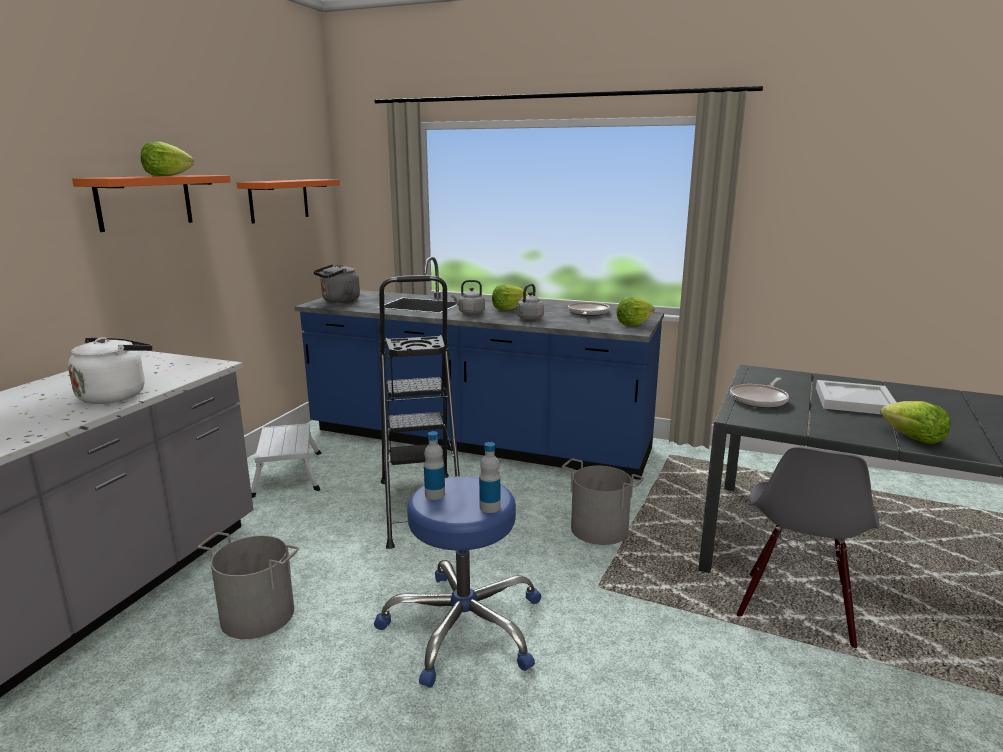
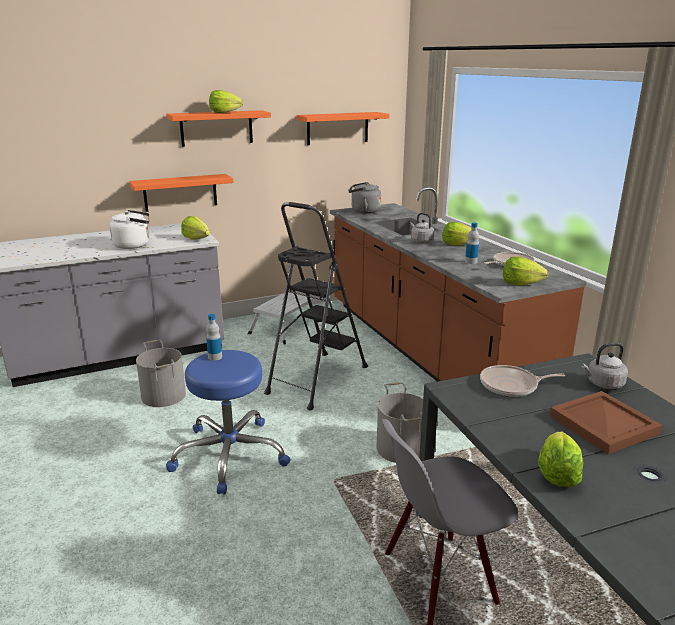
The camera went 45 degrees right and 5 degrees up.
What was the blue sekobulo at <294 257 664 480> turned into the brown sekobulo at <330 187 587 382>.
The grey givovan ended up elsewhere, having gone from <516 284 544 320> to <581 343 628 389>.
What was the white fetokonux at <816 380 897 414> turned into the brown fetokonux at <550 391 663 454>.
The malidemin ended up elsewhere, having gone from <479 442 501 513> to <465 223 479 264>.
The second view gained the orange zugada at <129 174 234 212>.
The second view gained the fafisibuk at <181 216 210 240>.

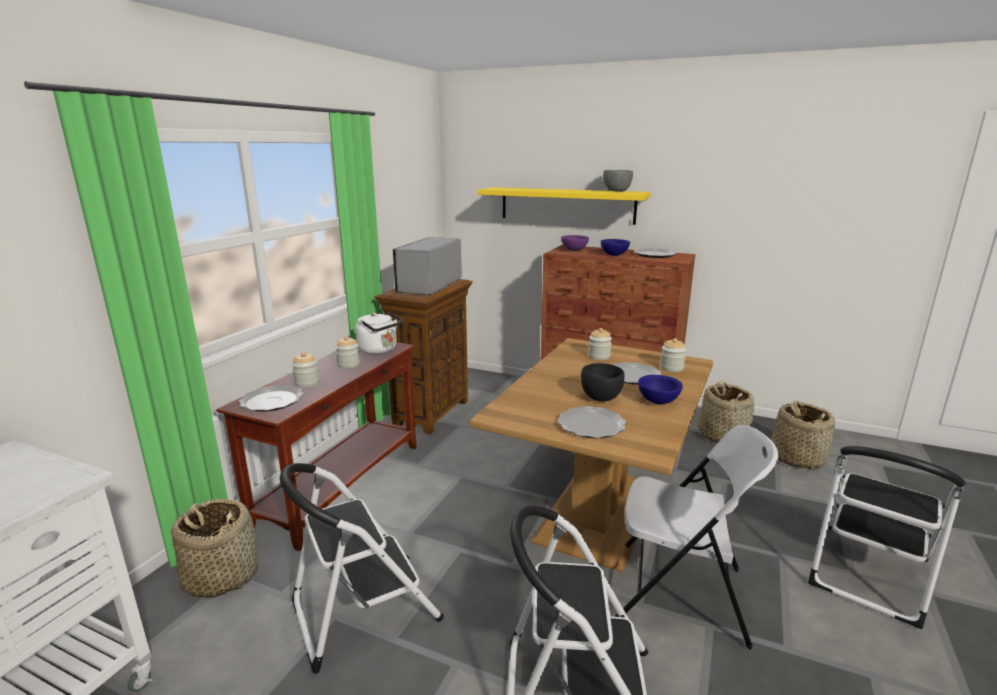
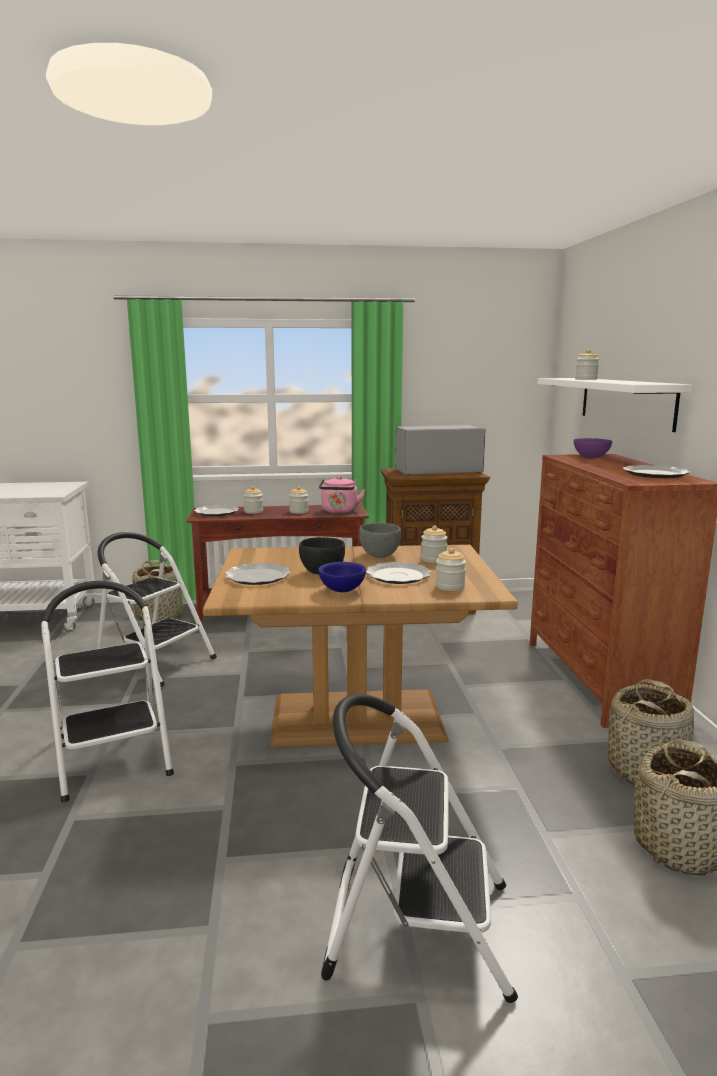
The camera went 60 degrees right and 5 degrees down.
The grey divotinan ended up elsewhere, having gone from <603 170 633 192> to <359 523 401 558>.
What was the yellow zugada at <477 187 651 225> turned into the white zugada at <538 378 692 432>.
The second view lost the blue divotinan at <601 239 630 256>.
What was the white givovan at <355 312 403 354> turned into the pink givovan at <319 476 365 513>.
The second view lost the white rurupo at <615 425 778 650>.
The second view gained the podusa at <575 349 599 380>.

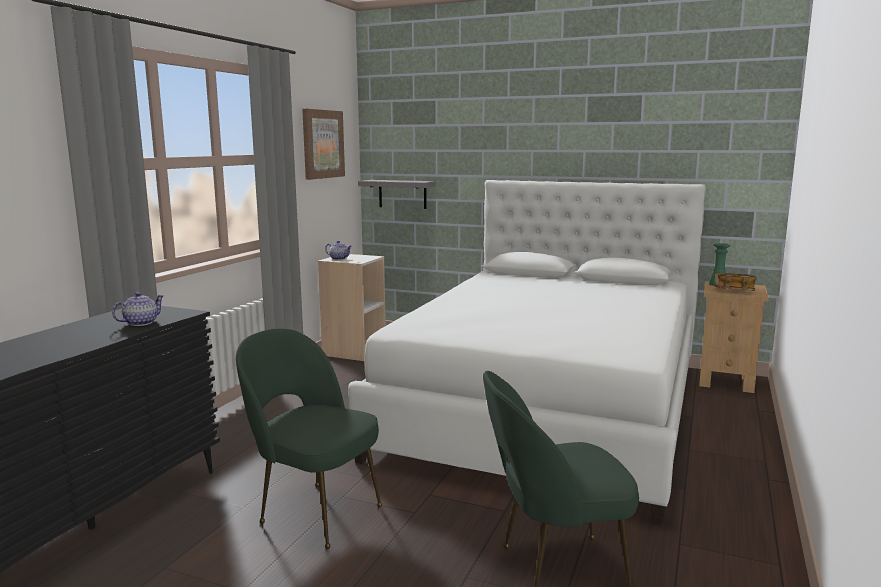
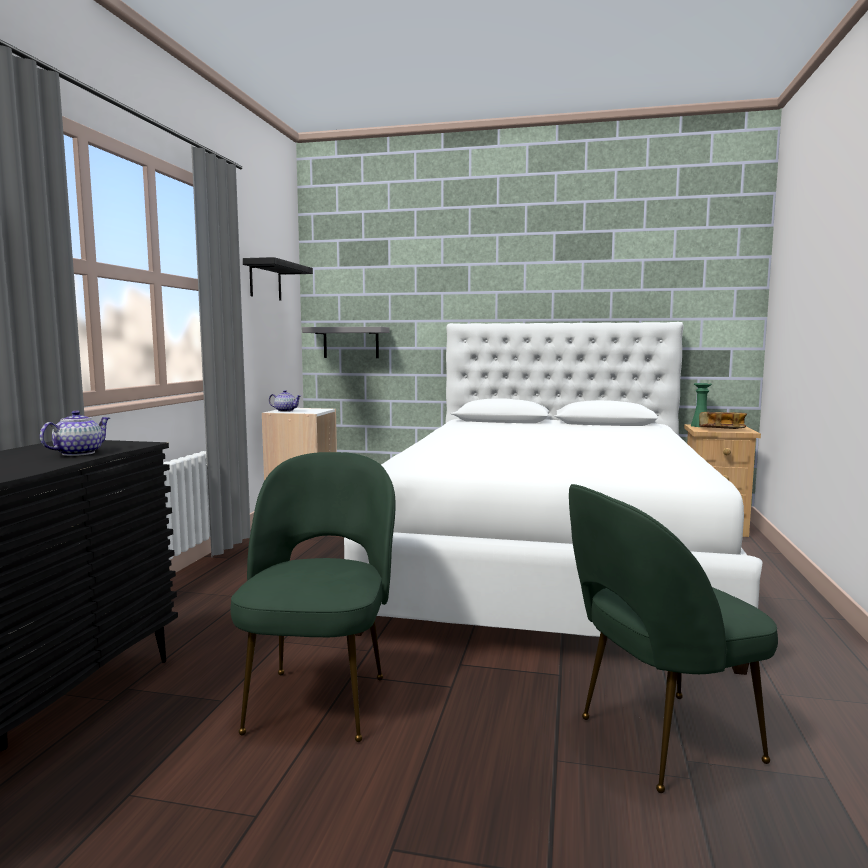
The camera went 10 degrees left and 5 degrees down.
Where the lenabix hung at <302 109 345 180>, the black zugada came to hang at <243 257 313 300>.
The green rurupo at <236 328 382 549> ended up facing another way, 75 degrees clockwise from before.

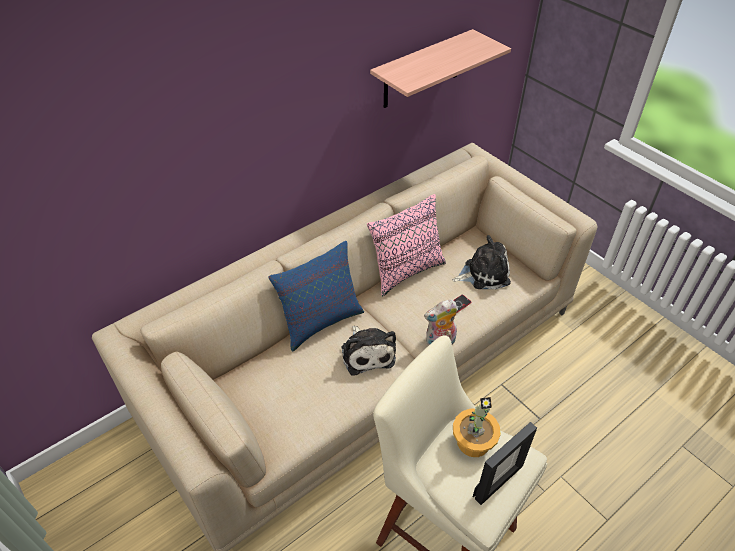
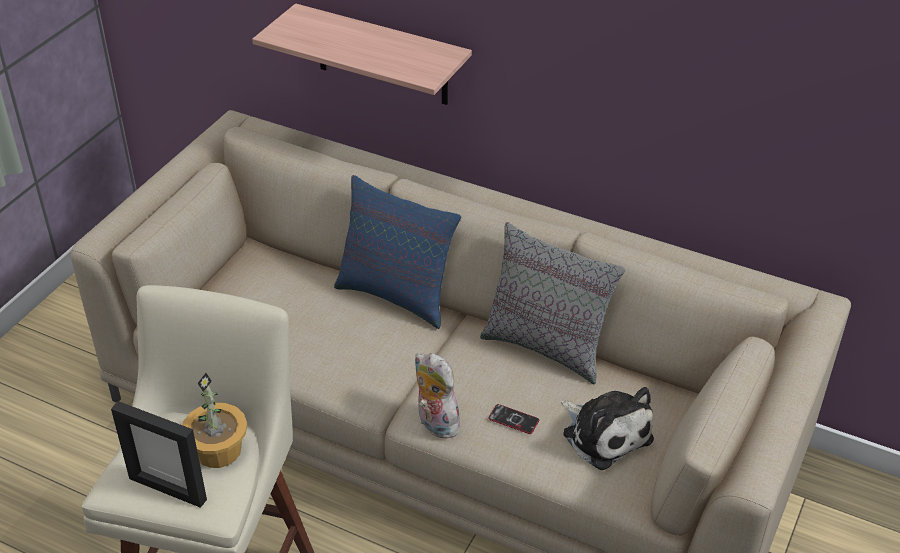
The camera went 65 degrees right and 5 degrees down.
The zugada ended up elsewhere, having gone from <370 29 511 108> to <252 3 472 105>.
What was the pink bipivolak at <367 194 446 296> turned into the grey bipivolak at <480 222 625 384>.
The second view lost the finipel at <342 326 396 376>.

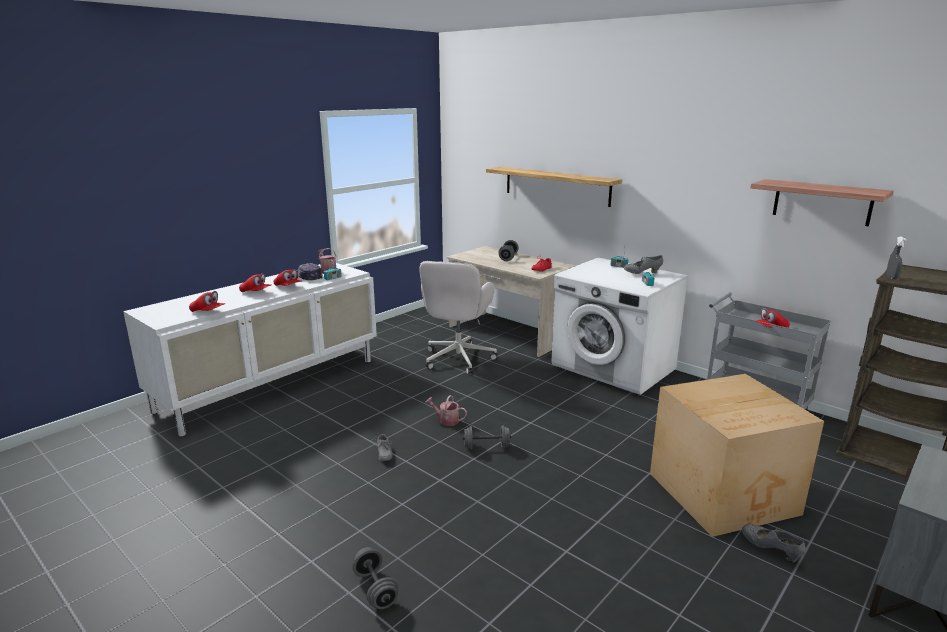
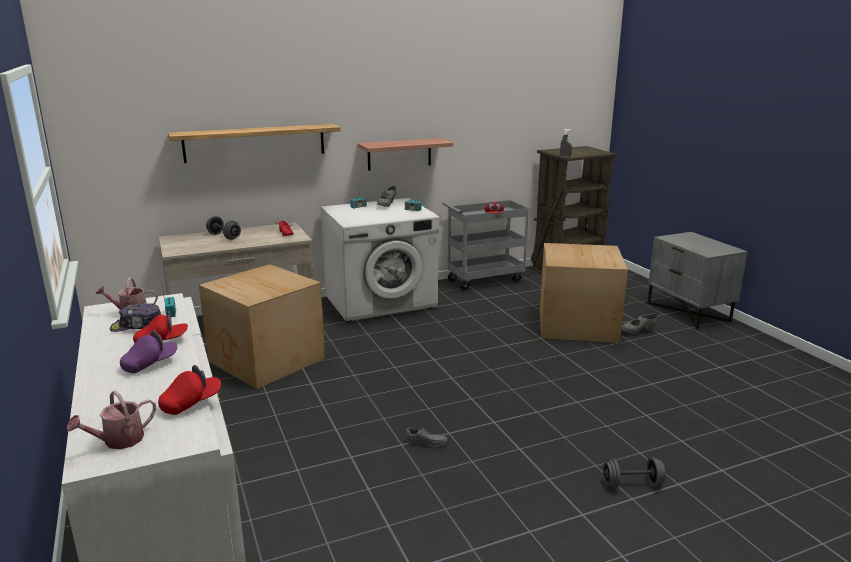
The camera went 65 degrees left and 0 degrees up.
The zugada ended up elsewhere, having gone from <750 179 893 226> to <357 138 453 170>.
Where the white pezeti stood at <419 261 497 374>, the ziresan came to stand at <199 264 325 389>.
What was the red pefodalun at <239 273 271 292> turned into the purple pefodalun at <120 330 177 373>.
The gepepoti ended up elsewhere, having gone from <425 395 467 426> to <67 390 156 449>.
The second view lost the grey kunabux at <462 425 511 449>.

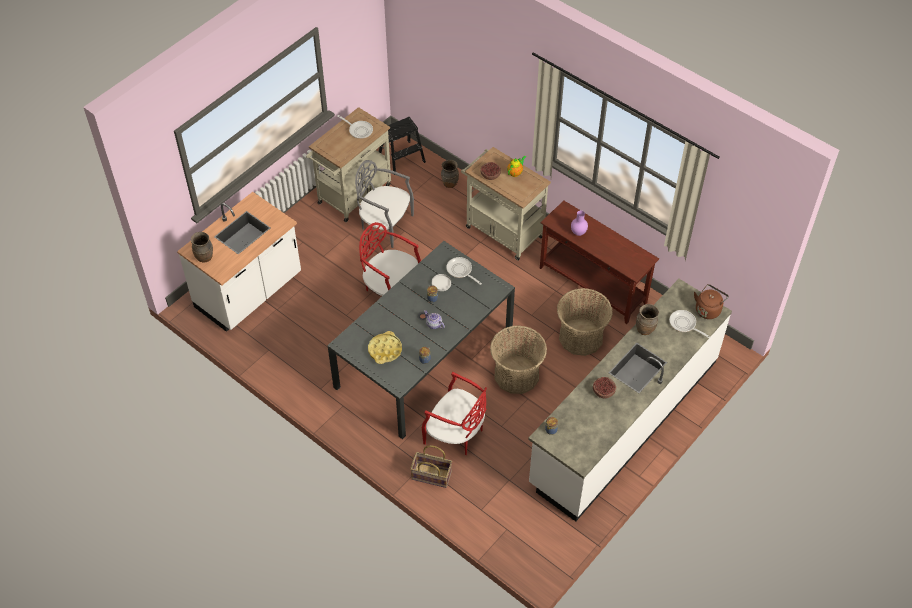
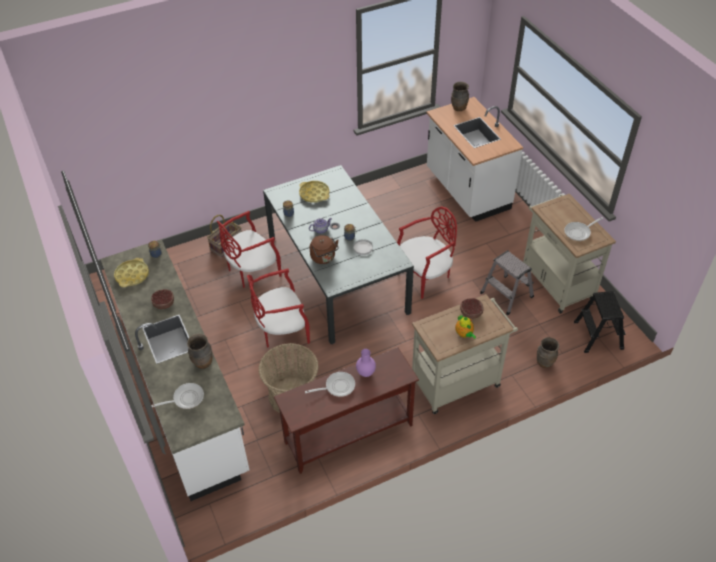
The camera went 115 degrees right and 5 degrees down.
Where the grey rurupo stood at <355 160 414 248>, the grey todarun came to stand at <480 250 534 315>.
The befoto ended up elsewhere, having gone from <446 257 482 285> to <305 372 355 397>.
The brown givovan ended up elsewhere, having gone from <694 284 729 319> to <310 235 339 264>.
Where the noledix stood at <490 325 547 394>, the red rurupo came to stand at <247 269 310 348>.
The second view gained the yellow fetokonux at <114 258 149 287>.

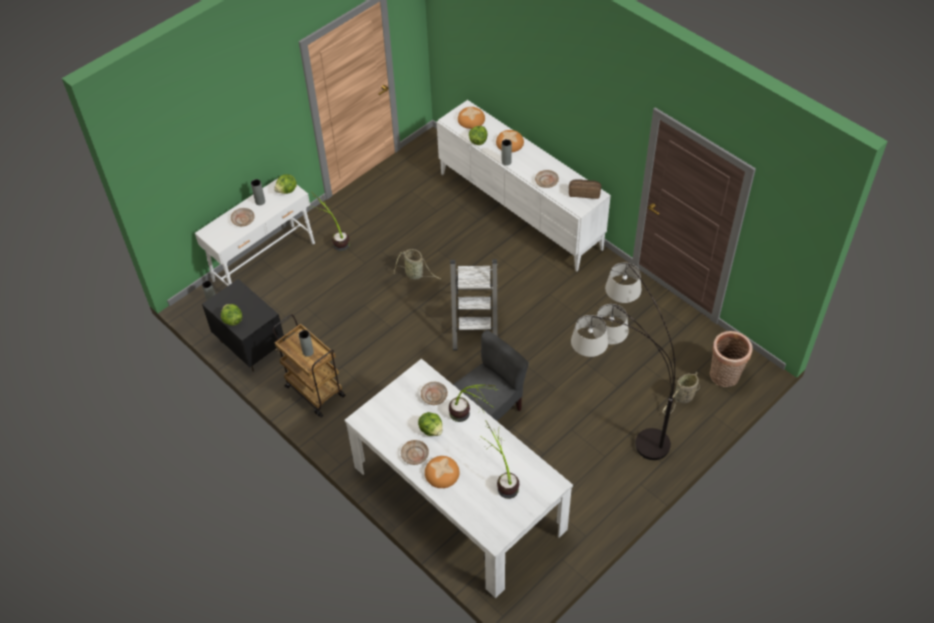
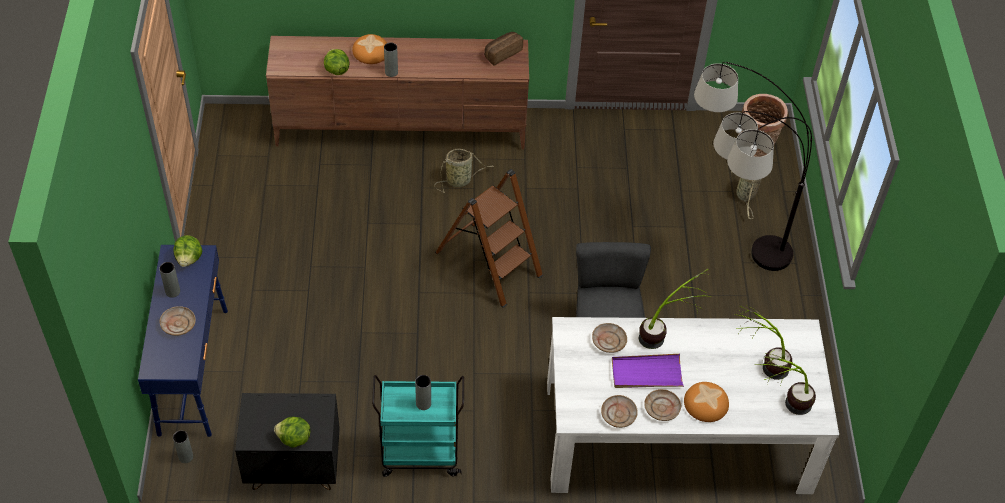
The camera went 50 degrees left and 0 degrees up.
What was the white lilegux at <437 100 611 271> turned into the brown lilegux at <266 36 529 150>.
The second view lost the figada at <458 107 485 129>.
The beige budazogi ended up elsewhere, having gone from <535 170 559 188> to <601 395 638 428>.
What was the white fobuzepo at <195 178 315 286> turned into the blue fobuzepo at <138 245 228 437>.
The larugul ended up elsewhere, having gone from <311 191 350 251> to <756 353 816 415>.
The noledix ended up elsewhere, having gone from <394 249 441 279> to <434 149 494 193>.
What was the grey todarun at <450 259 498 350> turned into the brown todarun at <435 169 543 308>.
What was the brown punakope at <273 314 345 418> turned into the turquoise punakope at <372 375 464 477>.
Where the fafisibuk stood at <418 412 442 436>, the purple fetokonux came to stand at <612 354 684 388>.

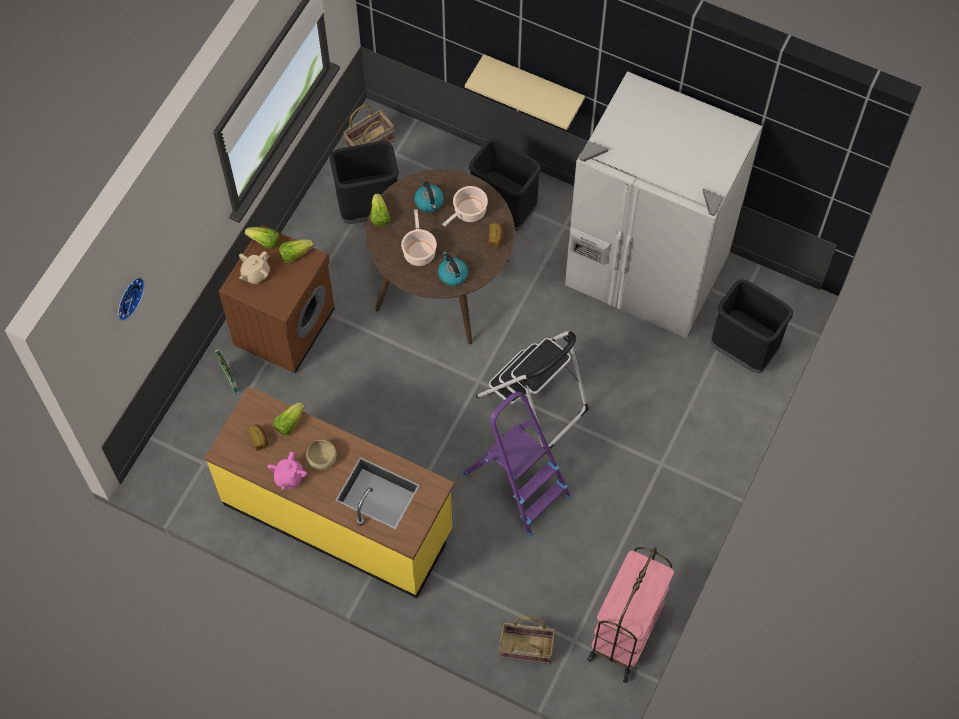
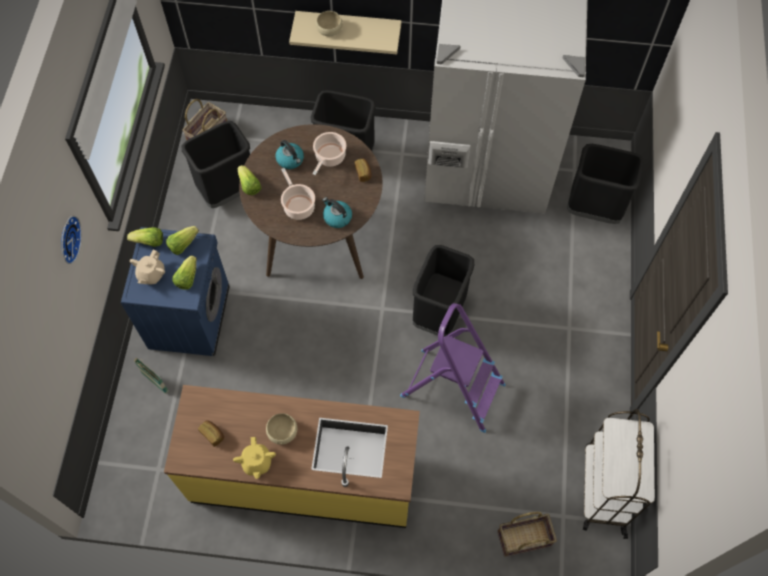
The camera went 20 degrees left and 0 degrees up.
What was the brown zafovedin at <219 225 335 374> turned into the blue zafovedin at <121 227 230 356>.
The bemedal ended up elsewhere, having gone from <118 277 145 321> to <61 216 82 264>.
Where the todarun stood at <476 331 589 449>, the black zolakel came to stand at <413 245 474 337>.
The fafisibuk ended up elsewhere, having gone from <274 402 305 435> to <172 255 197 290>.
What was the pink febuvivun at <267 452 307 490> turned into the yellow febuvivun at <233 437 276 479>.
What was the pink punakope at <587 547 674 683> turned into the white punakope at <583 409 655 539>.
The second view gained the beige divotinan at <316 11 343 36>.

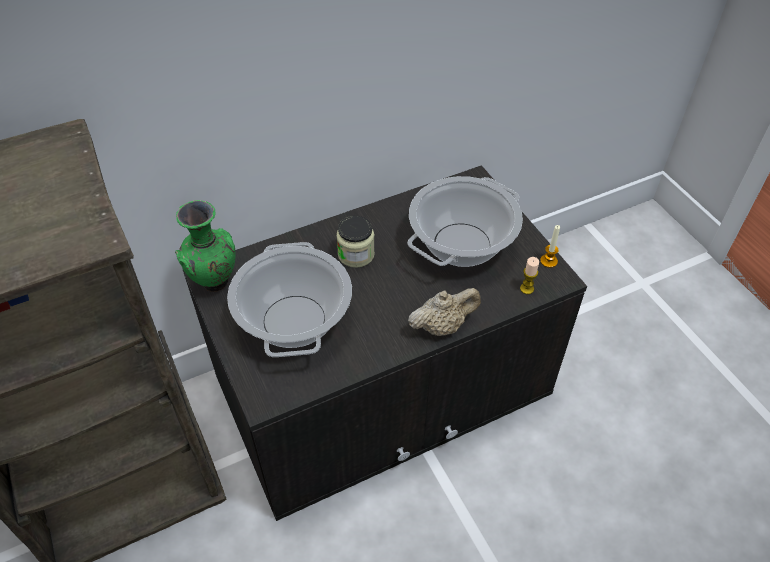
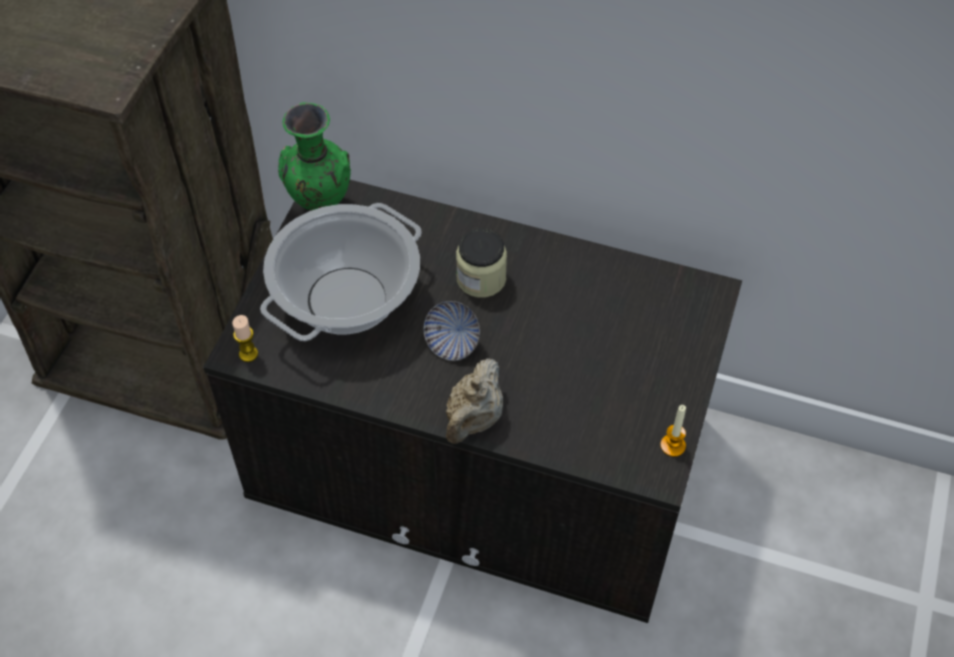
The camera went 45 degrees right and 5 degrees up.
The second view lost the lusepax at <408 176 523 267>.
The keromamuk ended up elsewhere, having gone from <520 257 539 294> to <232 315 258 362>.
The beige febuvivun at <408 288 481 336> ended up facing another way, 90 degrees clockwise from before.
The second view gained the divotinan at <423 301 480 361>.

